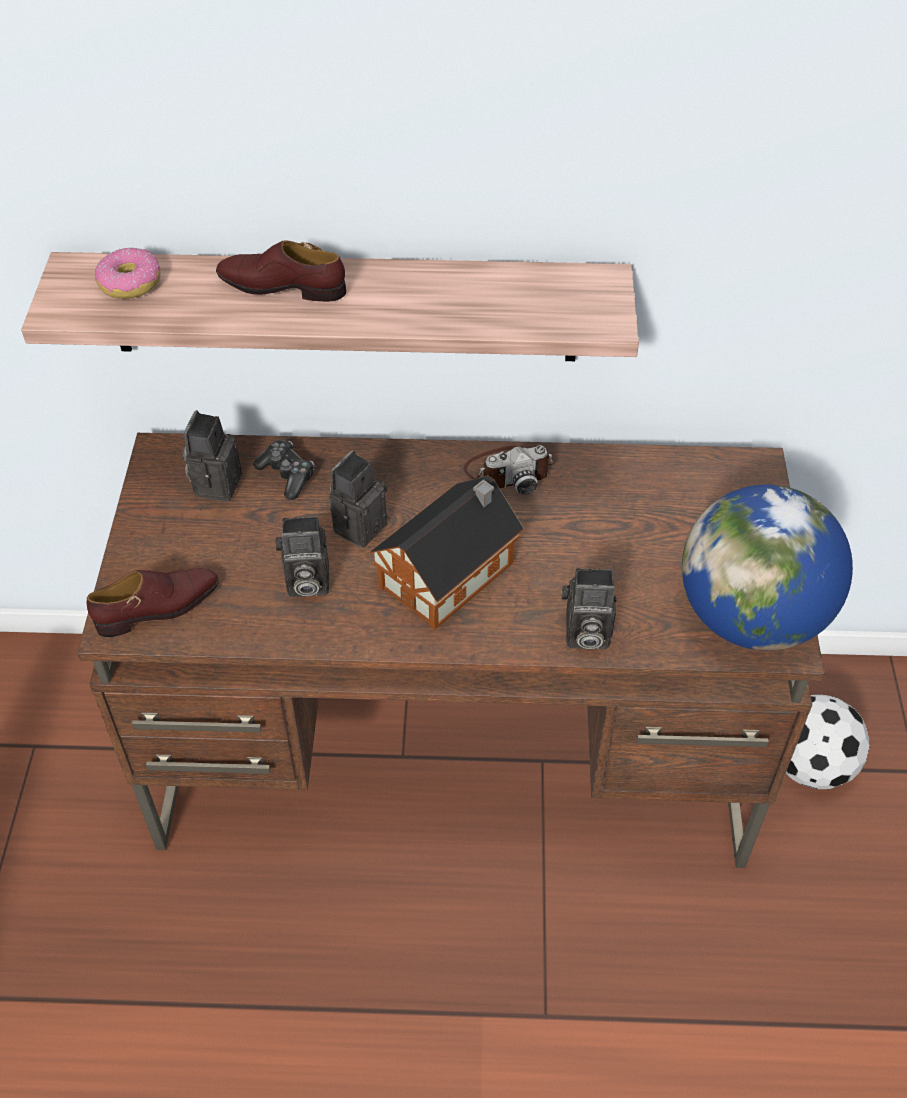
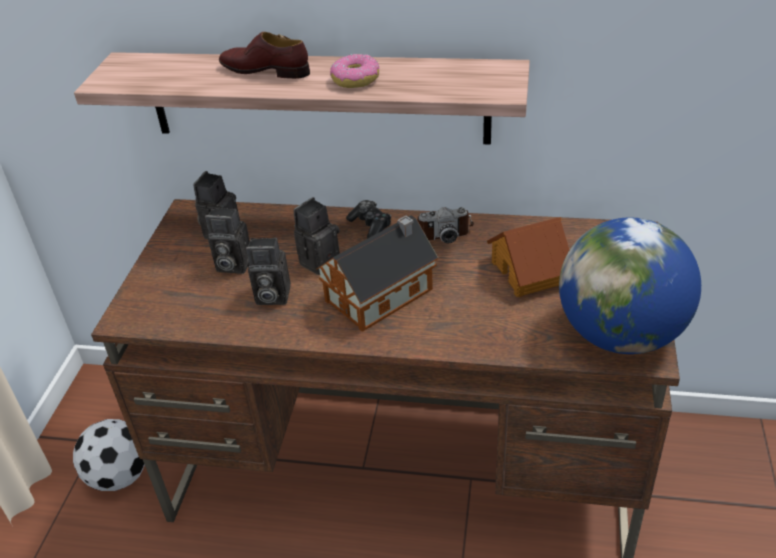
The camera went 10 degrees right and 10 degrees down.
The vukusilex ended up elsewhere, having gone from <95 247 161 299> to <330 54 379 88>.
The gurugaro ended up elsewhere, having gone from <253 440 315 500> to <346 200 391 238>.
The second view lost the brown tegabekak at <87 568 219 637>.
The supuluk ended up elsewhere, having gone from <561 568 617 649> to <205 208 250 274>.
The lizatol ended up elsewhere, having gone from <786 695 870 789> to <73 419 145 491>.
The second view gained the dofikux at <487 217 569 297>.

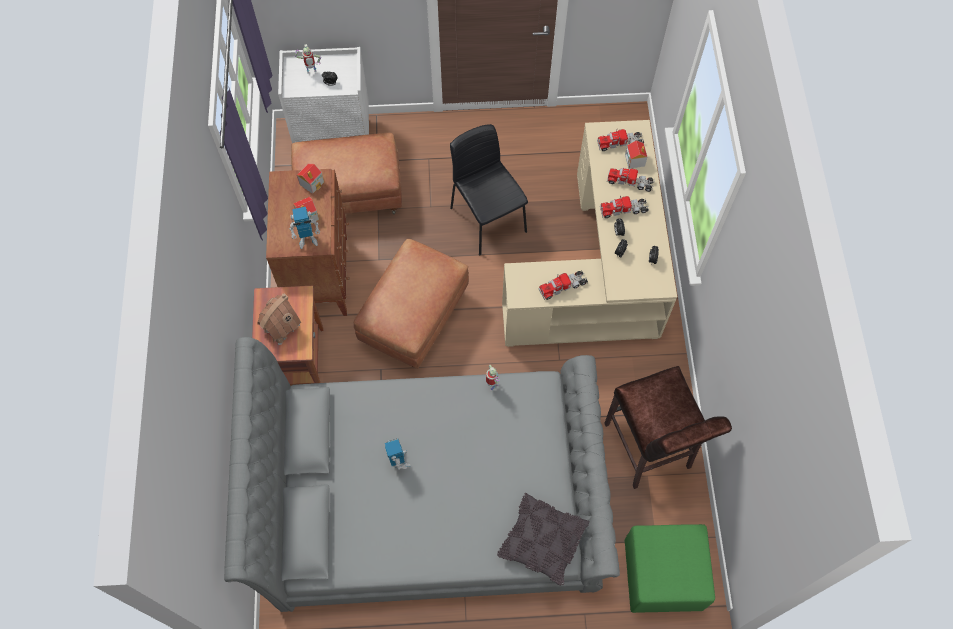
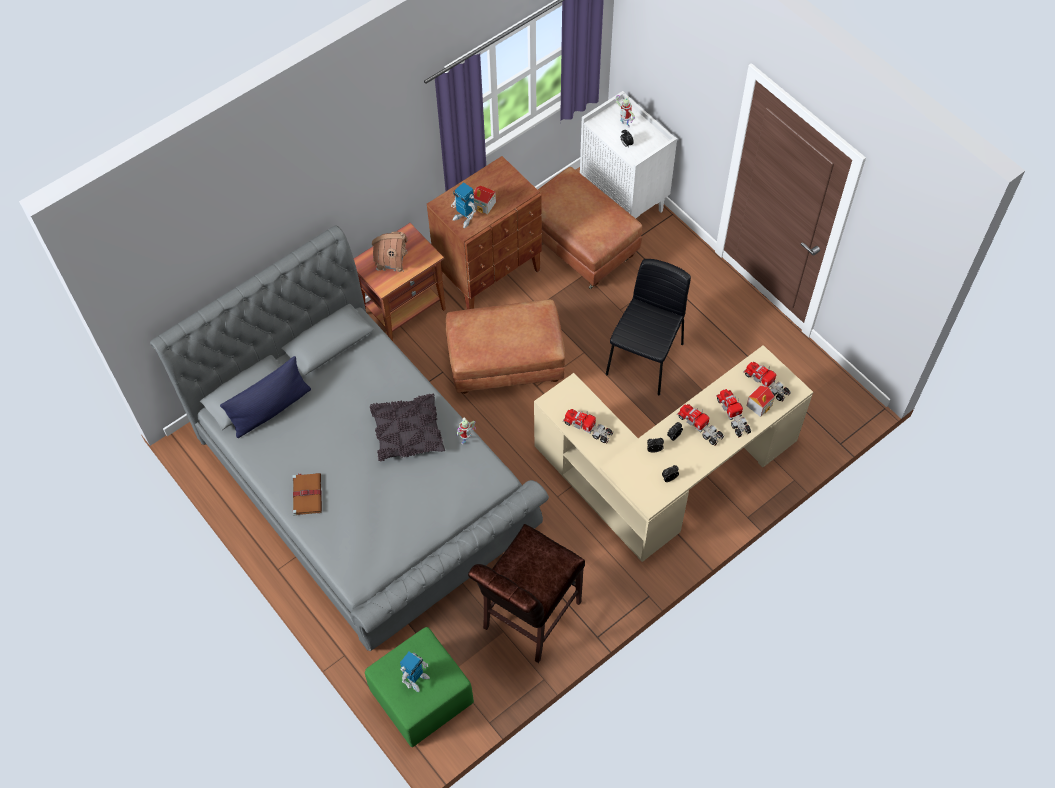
The camera went 55 degrees right and 5 degrees down.
The second view lost the dofikux at <297 163 324 194>.
The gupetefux ended up elsewhere, having gone from <385 438 411 470> to <400 652 430 692>.
The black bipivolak ended up elsewhere, having gone from <497 493 589 586> to <370 394 445 462>.
The second view gained the blue bipivolak at <220 356 311 438>.
The second view gained the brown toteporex at <292 473 322 515>.

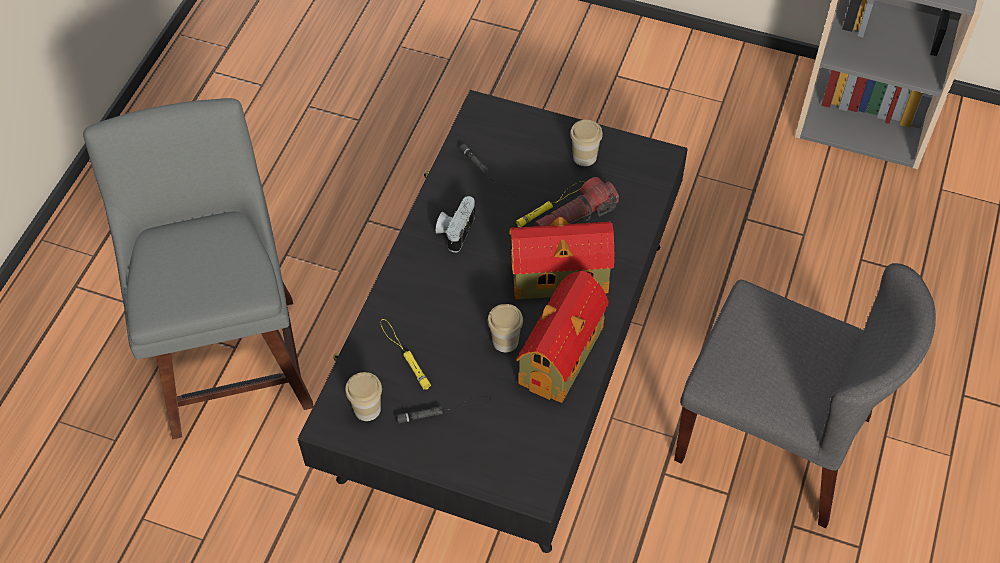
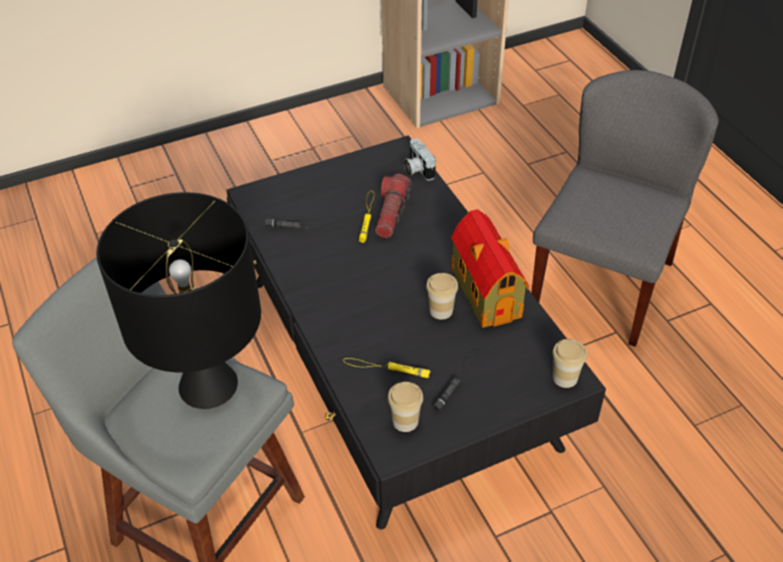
The camera went 45 degrees left and 10 degrees down.
The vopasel ended up elsewhere, having gone from <570 120 603 166> to <553 339 587 388>.
The supuluk ended up elsewhere, having gone from <436 196 475 252> to <403 138 436 181>.
The second view lost the dofikux at <509 217 615 299>.
The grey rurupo at <674 263 936 528> ended up facing another way, 45 degrees counterclockwise from before.
The second view gained the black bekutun at <97 192 261 409>.

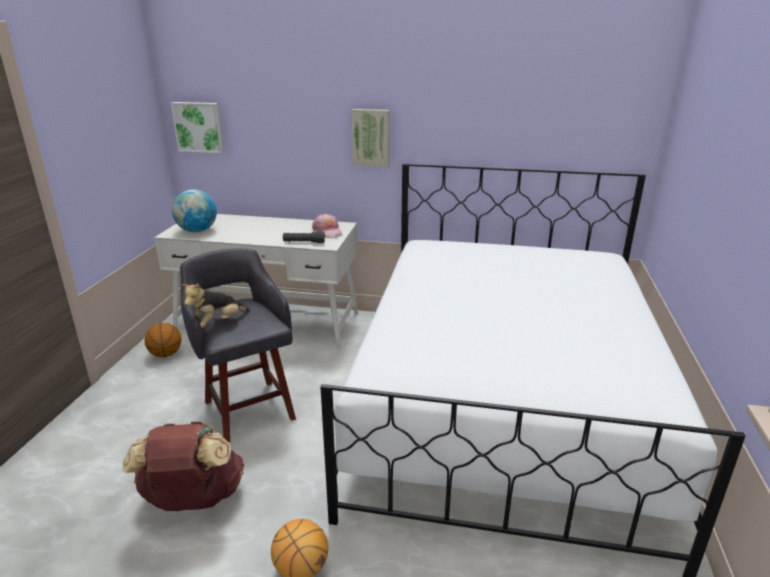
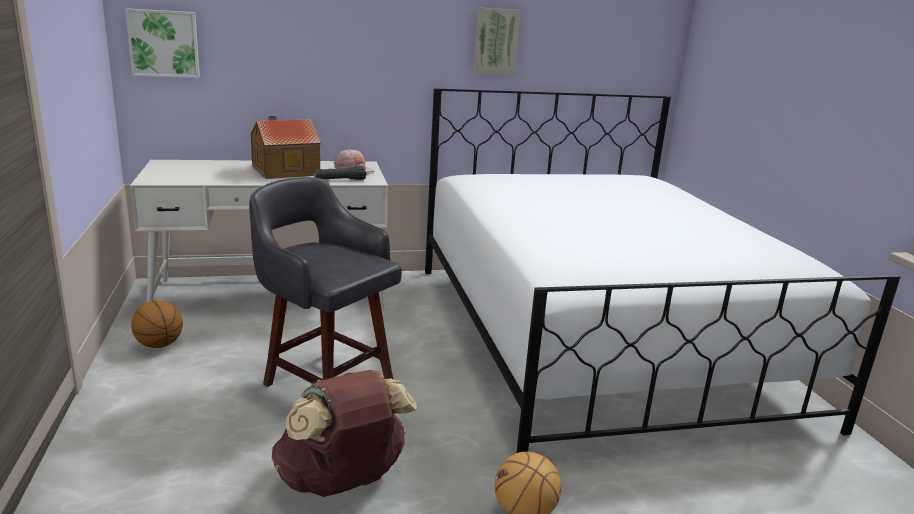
The camera went 25 degrees left and 5 degrees down.
The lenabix ended up elsewhere, having gone from <351 109 390 167> to <473 7 521 75>.
The second view lost the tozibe at <172 189 217 232>.
The second view lost the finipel at <181 283 249 328>.
The second view gained the dofikux at <250 116 320 179>.

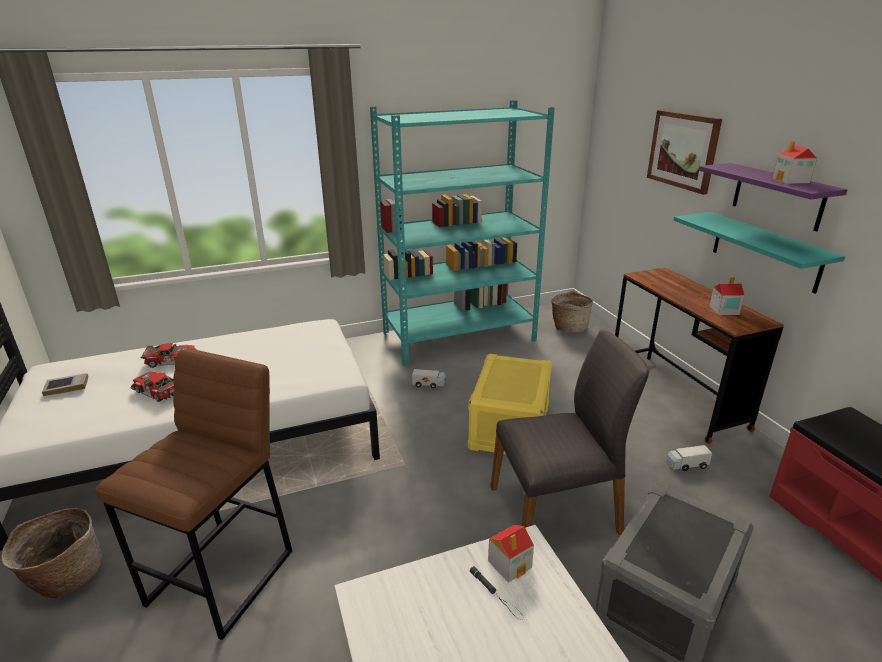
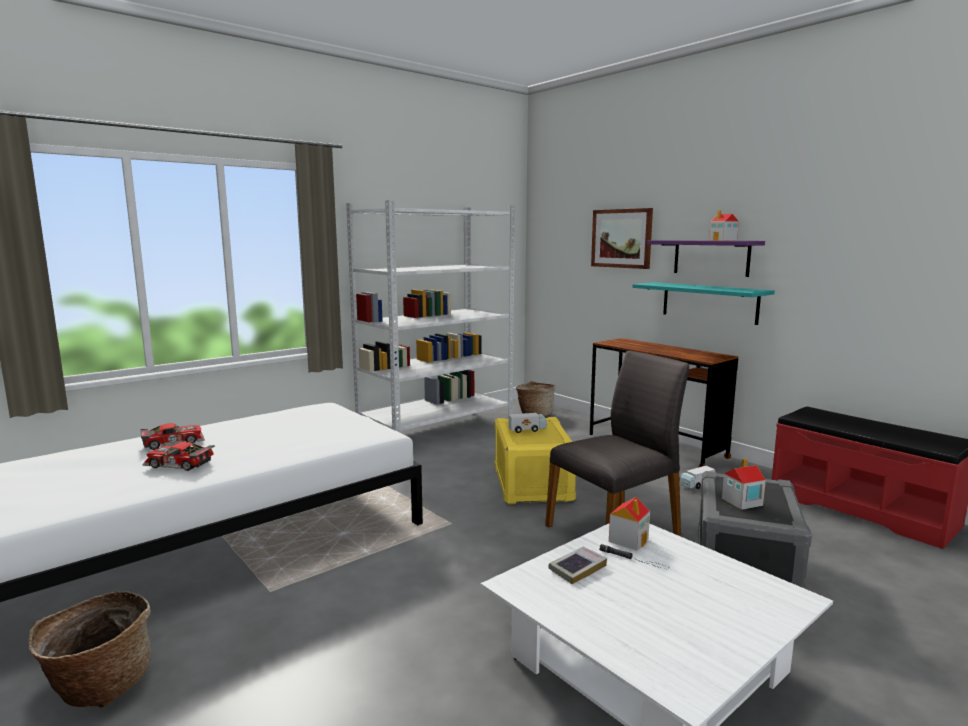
The camera went 20 degrees left and 15 degrees down.
What was the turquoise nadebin at <370 100 555 366> turned into the white nadebin at <346 200 515 433>.
The dofikux ended up elsewhere, having gone from <710 277 745 315> to <722 458 766 510>.
The second view lost the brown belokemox at <96 348 292 640>.
The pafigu ended up elsewhere, having gone from <412 369 446 389> to <509 413 547 433>.
The toteporex ended up elsewhere, having gone from <42 373 88 396> to <548 547 607 584>.

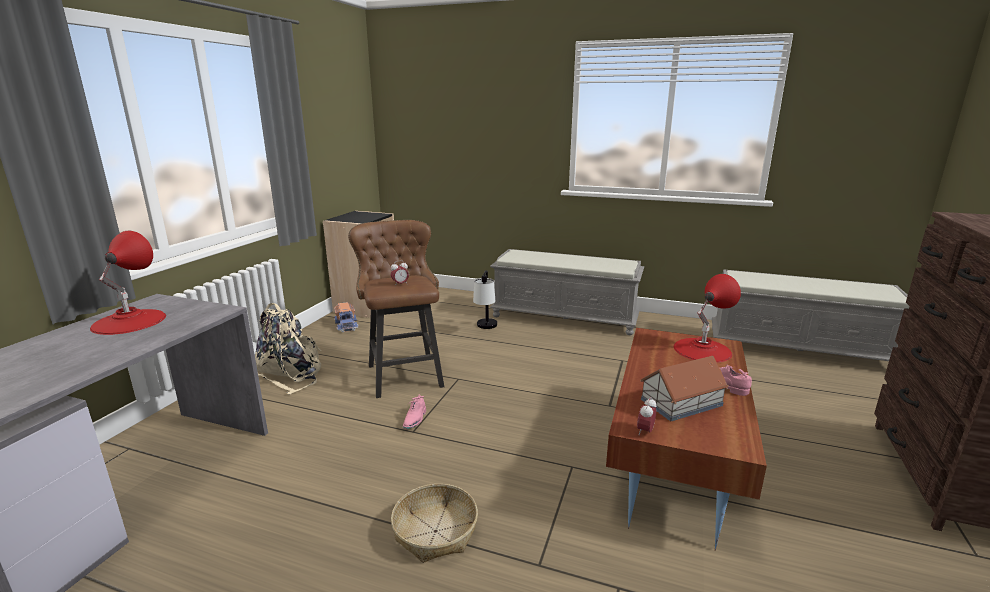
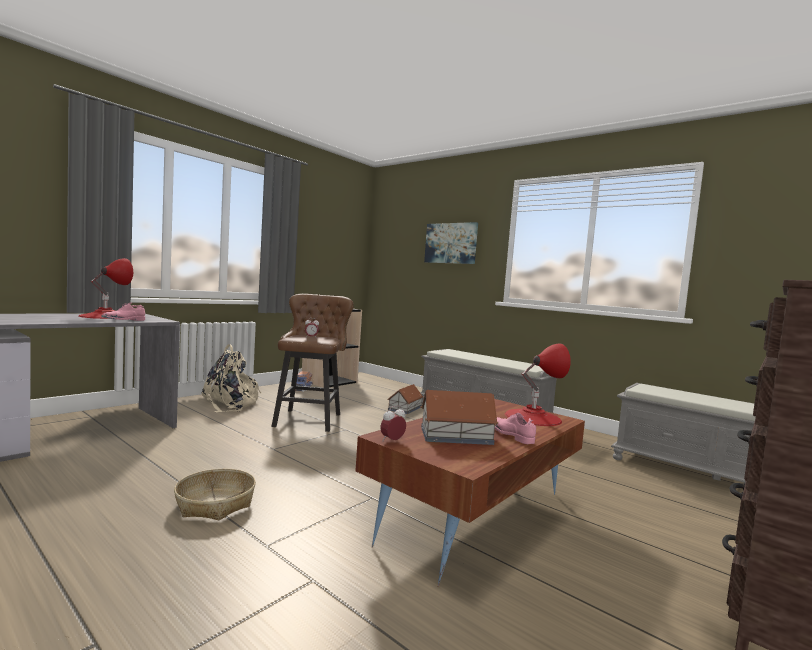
The camera went 20 degrees right and 15 degrees down.
Where the bekutun stood at <473 270 497 329>, the dofikux came to stand at <388 384 423 414>.
The pink tegabekak ended up elsewhere, having gone from <403 395 426 429> to <101 302 145 321>.
The second view gained the lenabix at <424 222 478 264>.

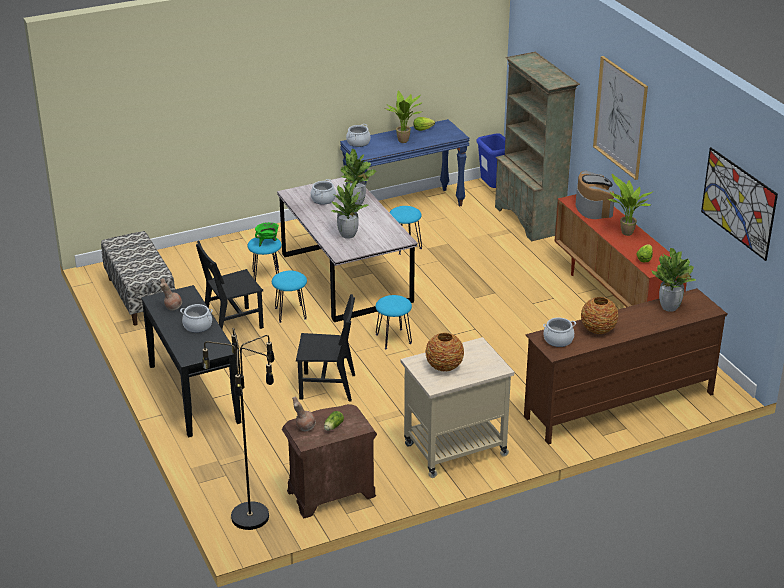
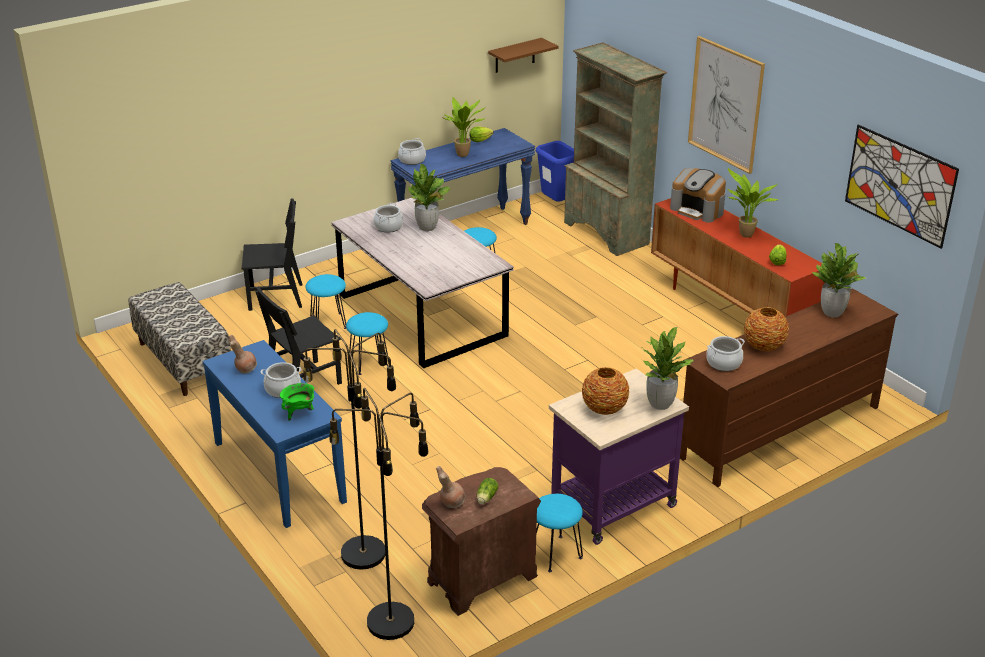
The camera went 10 degrees left and 0 degrees up.
The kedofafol at <576 171 615 219> ended up facing another way, 150 degrees clockwise from before.
The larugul ended up elsewhere, having gone from <331 180 369 239> to <642 327 694 410>.
The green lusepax ended up elsewhere, having gone from <255 222 279 246> to <280 383 314 421>.
What was the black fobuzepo at <141 285 242 437> turned into the blue fobuzepo at <202 340 347 528>.
The black rurupo ended up elsewhere, having gone from <296 294 355 401> to <241 198 302 311>.
The turquoise belokemox ended up elsewhere, having gone from <376 295 412 349> to <536 494 583 572>.
What was the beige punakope at <401 337 514 478> turned into the purple punakope at <549 369 689 545>.
The second view gained the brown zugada at <488 38 559 73>.
The second view gained the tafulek at <303 329 396 570>.

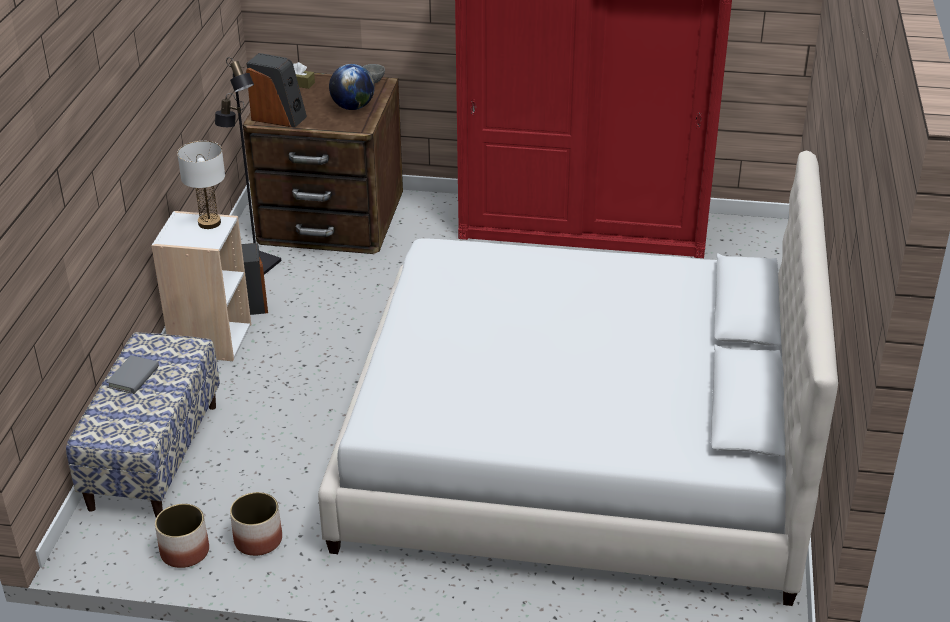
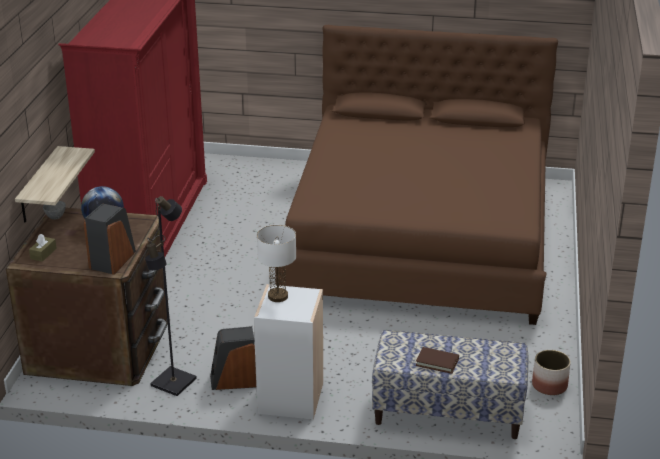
The camera went 90 degrees left and 5 degrees down.
What was the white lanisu at <318 150 838 606> turned into the brown lanisu at <275 25 558 325>.
What was the grey toteporex at <106 355 159 394> turned into the brown toteporex at <415 347 459 374>.
The second view lost the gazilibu at <230 492 282 556>.
The second view gained the zugada at <15 146 95 223>.

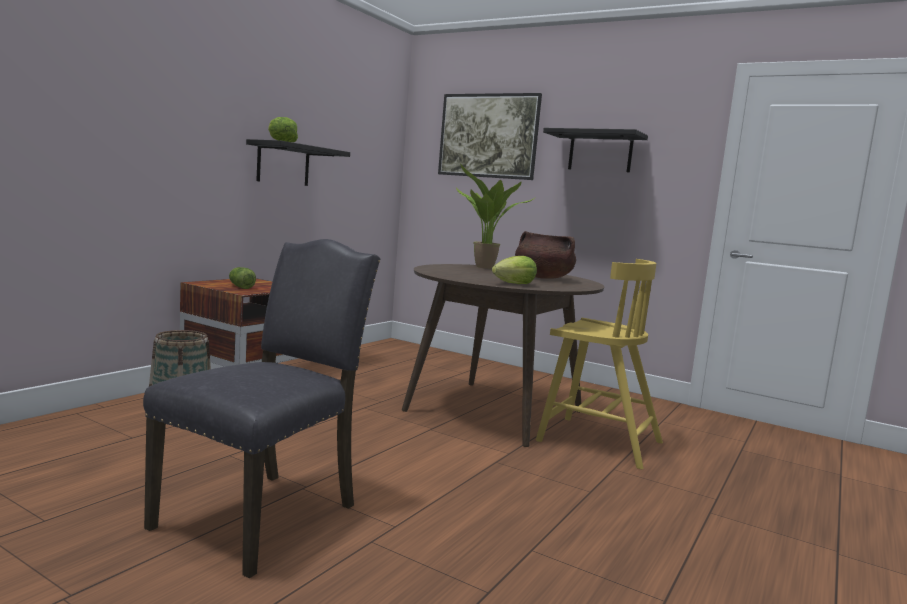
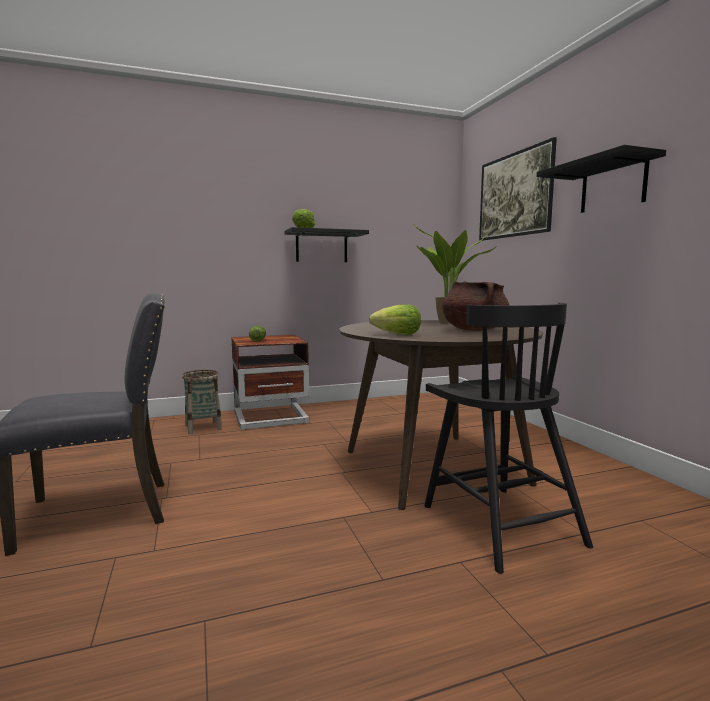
The camera went 40 degrees right and 0 degrees up.
What was the yellow rurupo at <536 259 663 469> turned into the black rurupo at <424 303 593 574>.

